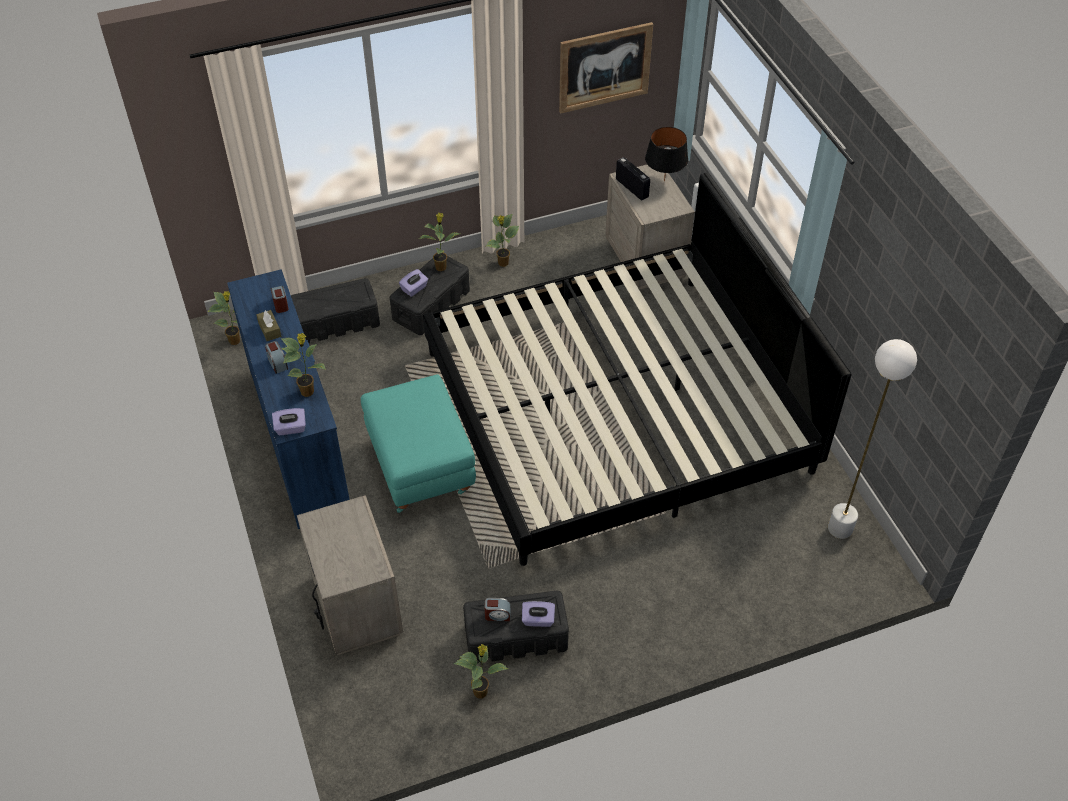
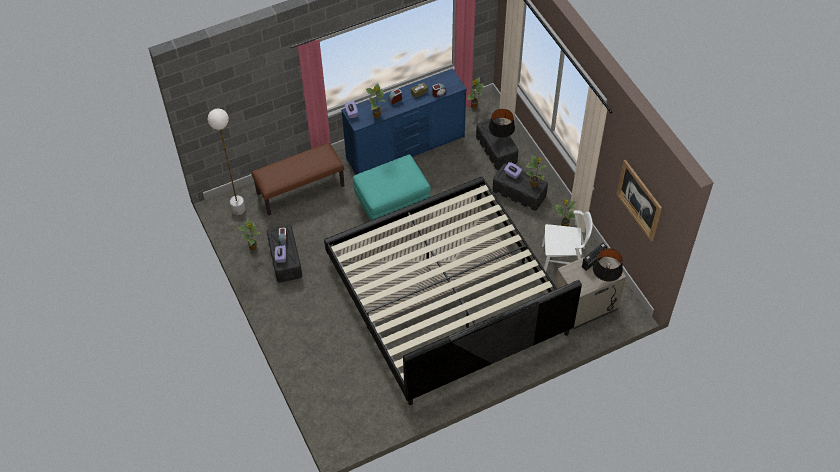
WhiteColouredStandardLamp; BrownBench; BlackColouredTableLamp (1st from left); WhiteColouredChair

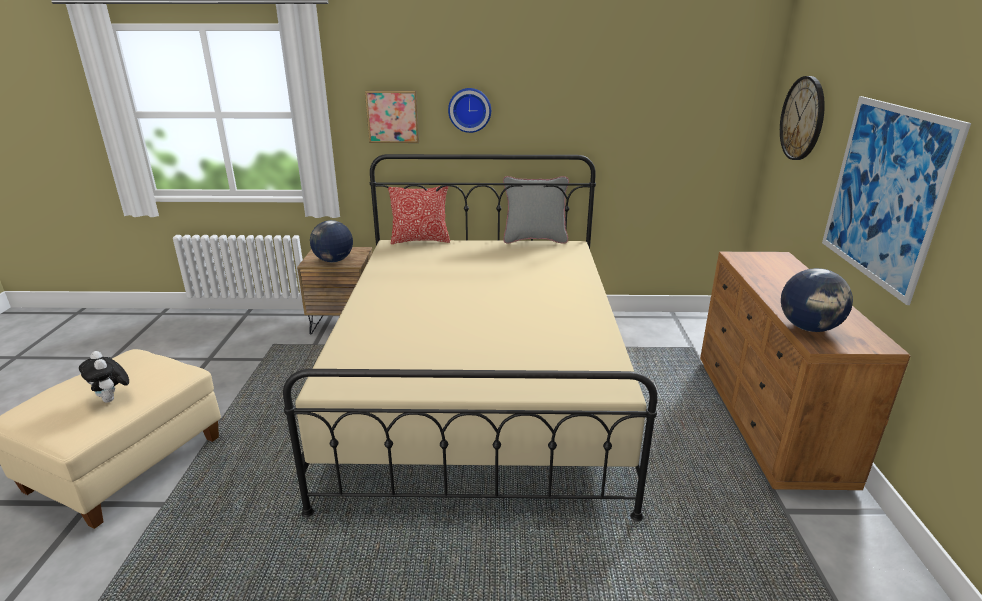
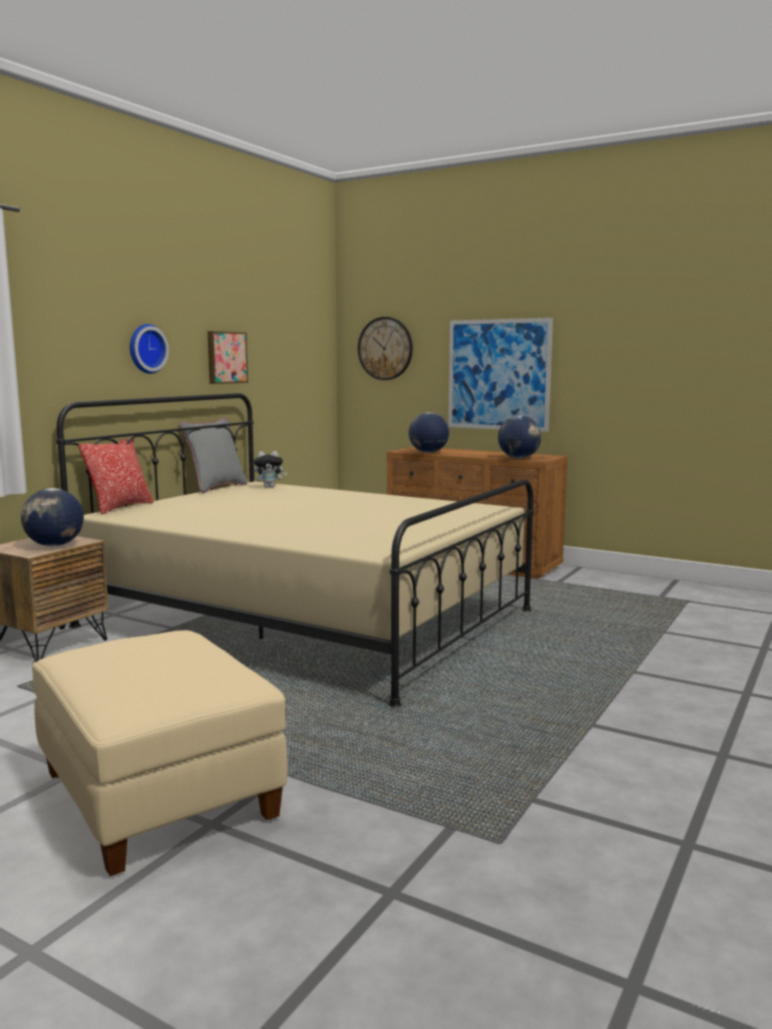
WallArt (1st from left); PlushToy; WorldGlobe (2nd from left)

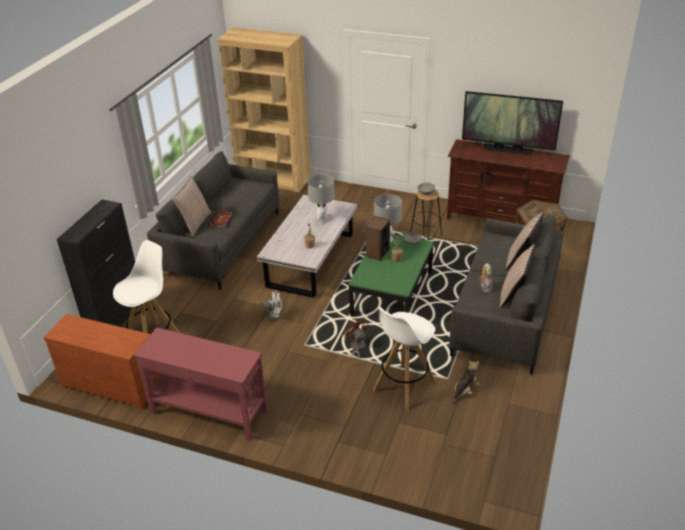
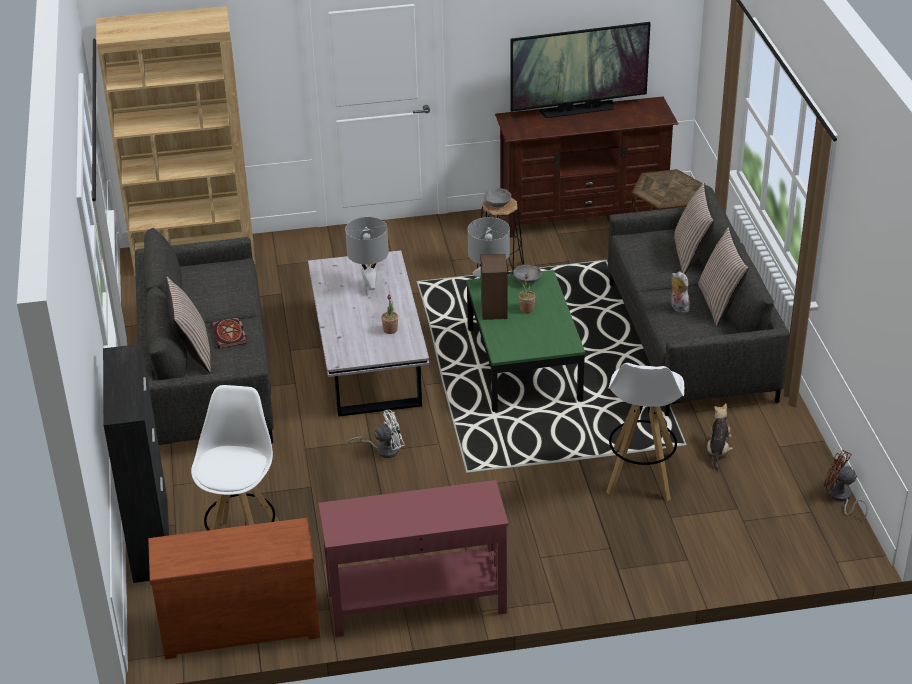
BrownElectricFan

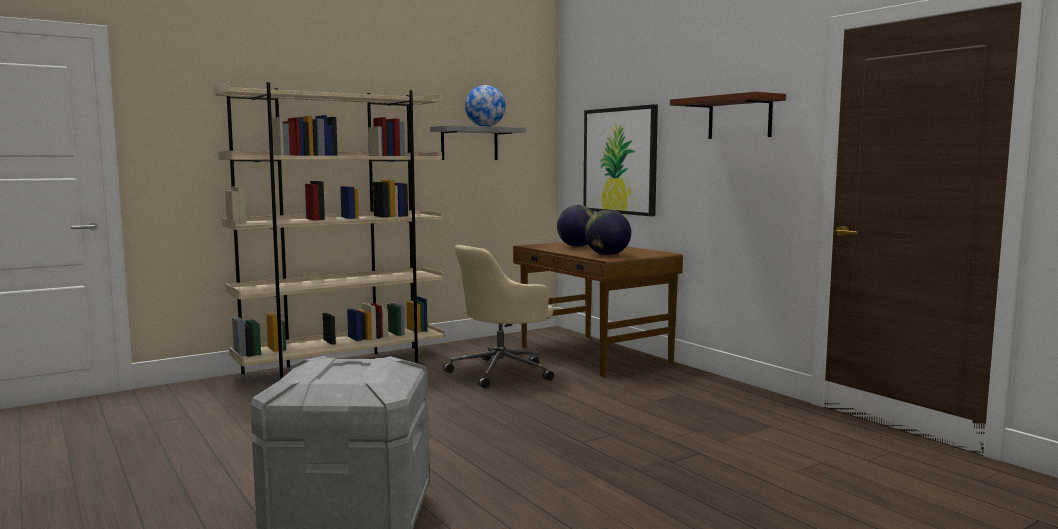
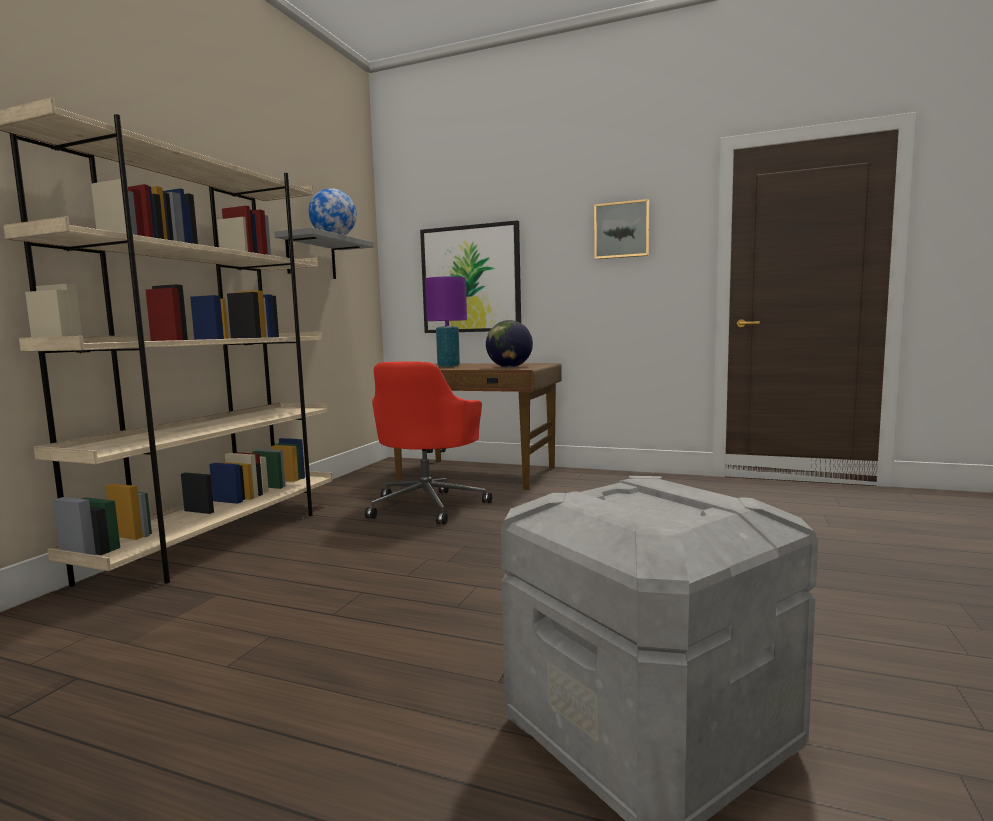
RedOfficeChair; PurpleTableLamp; WallArt (2nd from left)

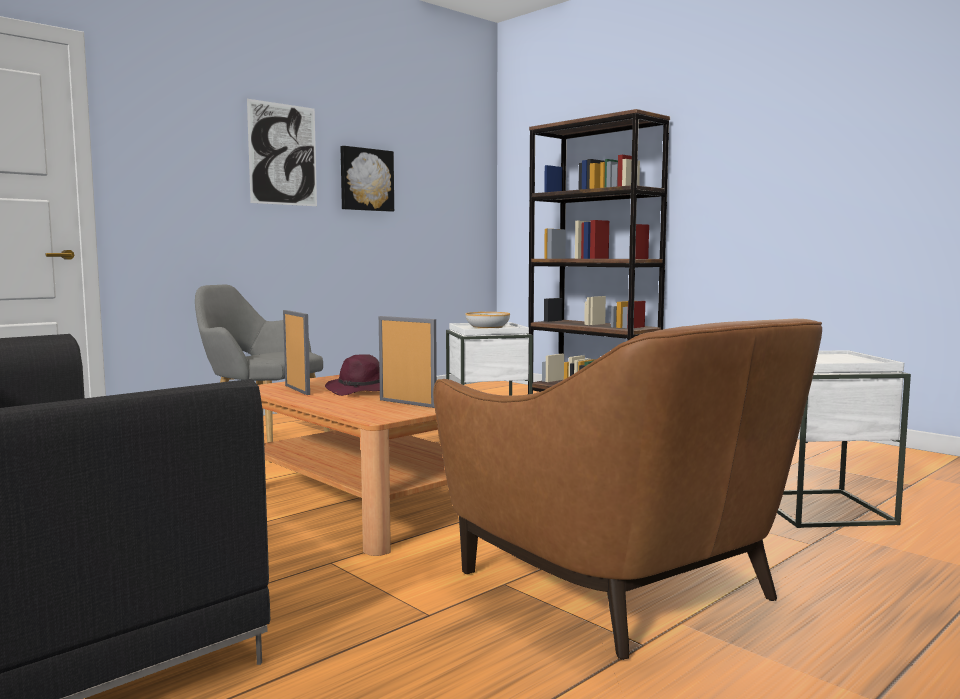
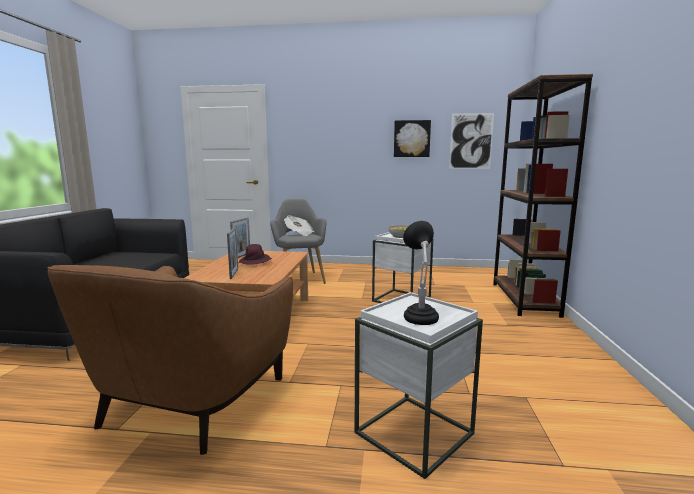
DailyPaper; BlackColouredTableLamp; WallArt (2nd from left)

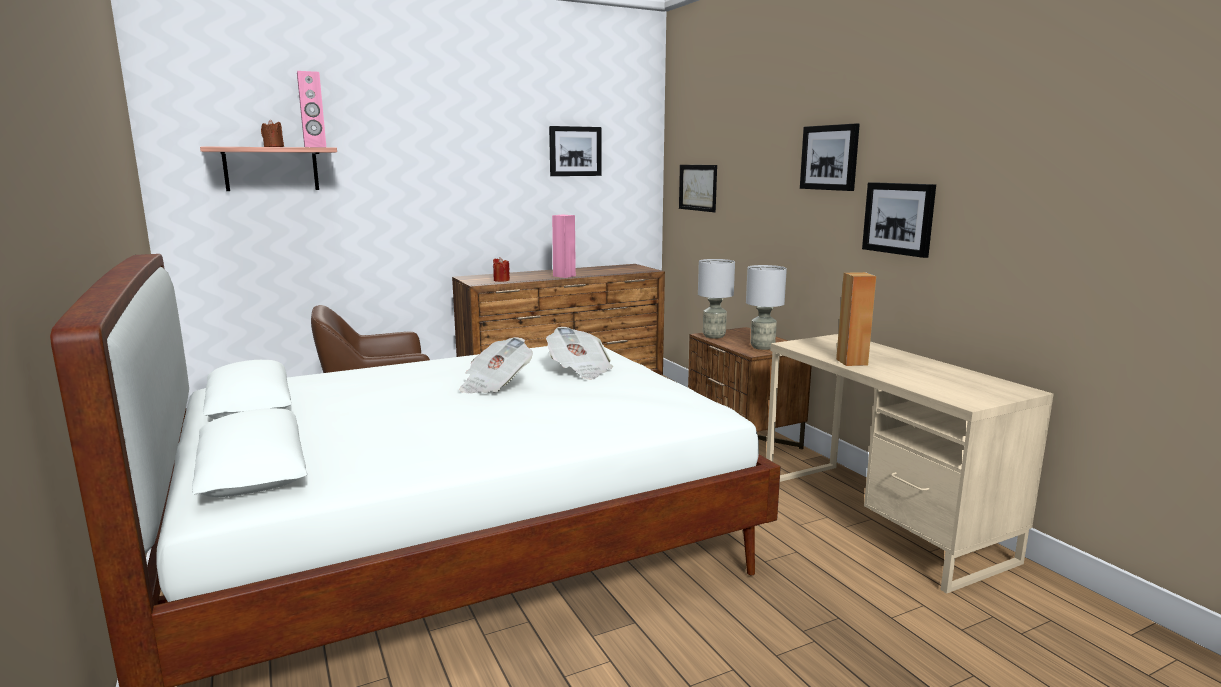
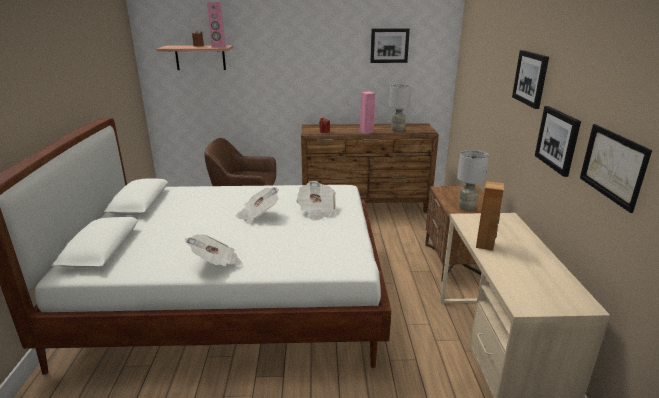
DailyPaper (1st from left); GrayTableLamp (1st from left); WallArt (4th from left)

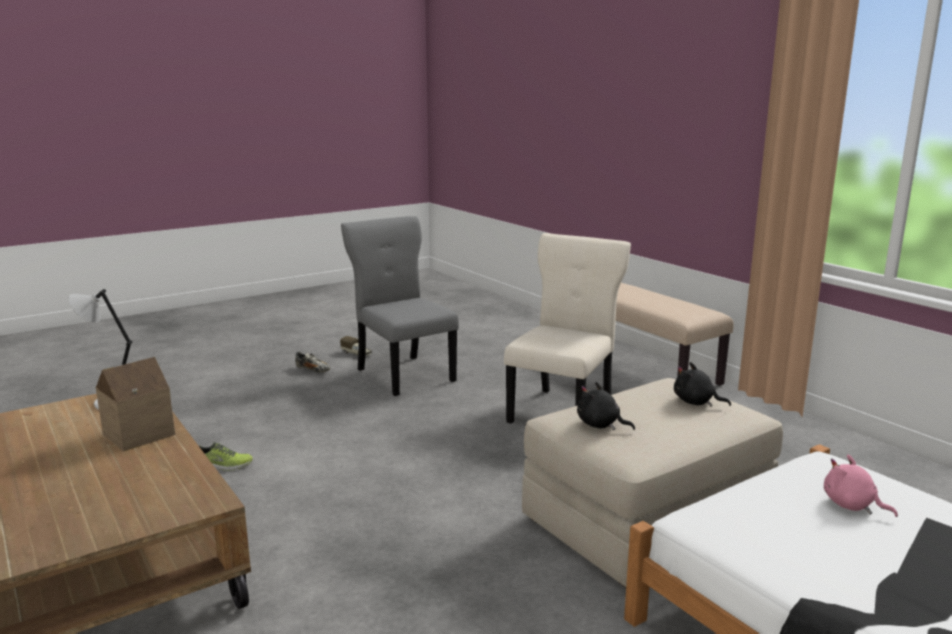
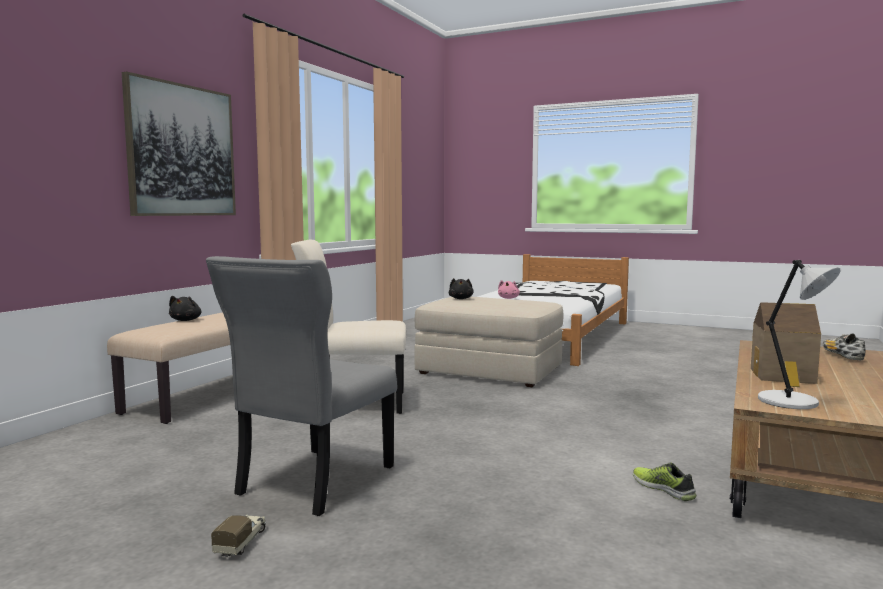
WallArt; BlackColouredPlushToy (1st from left); LowShoe (2nd from left)

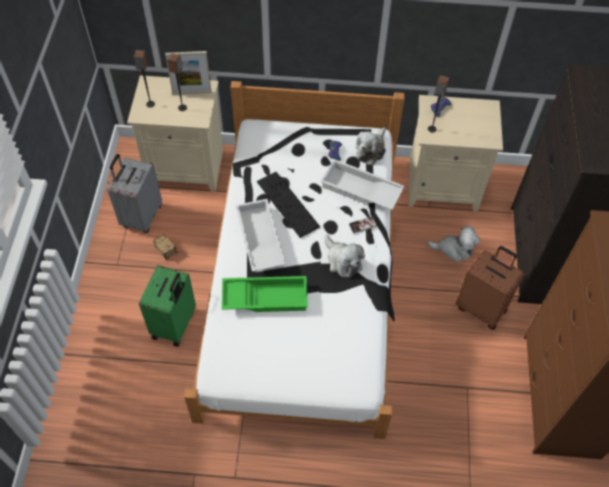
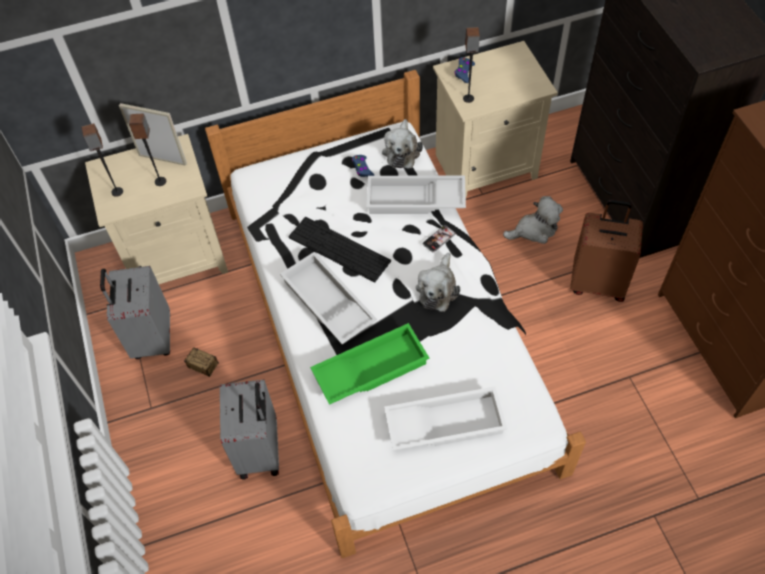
PhotoFrame; GrayTravelCase (2nd from left); WhiteColouredCarryingTray (3rd from left); PlushToy (2nd from left)

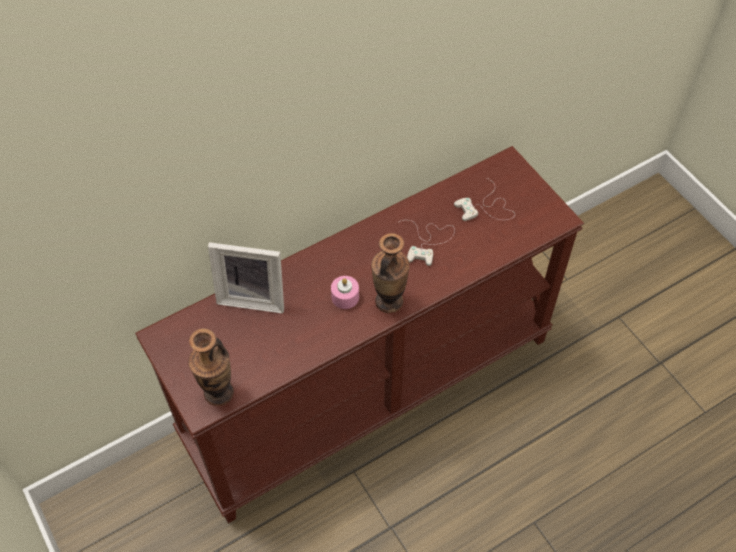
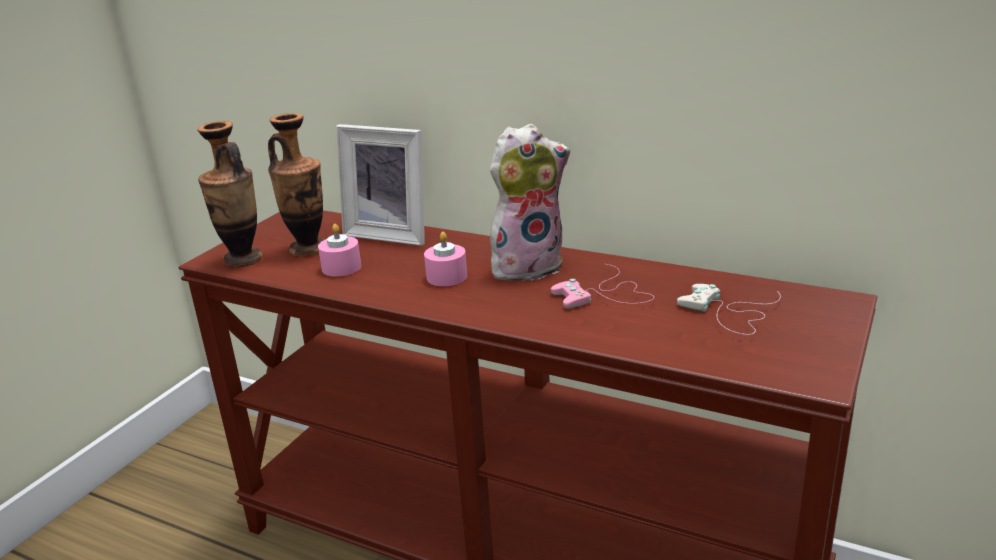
Vase (2nd from left); PinkishCandle (1st from left); PhotoFrame; PlushToy; PinkishGamepad

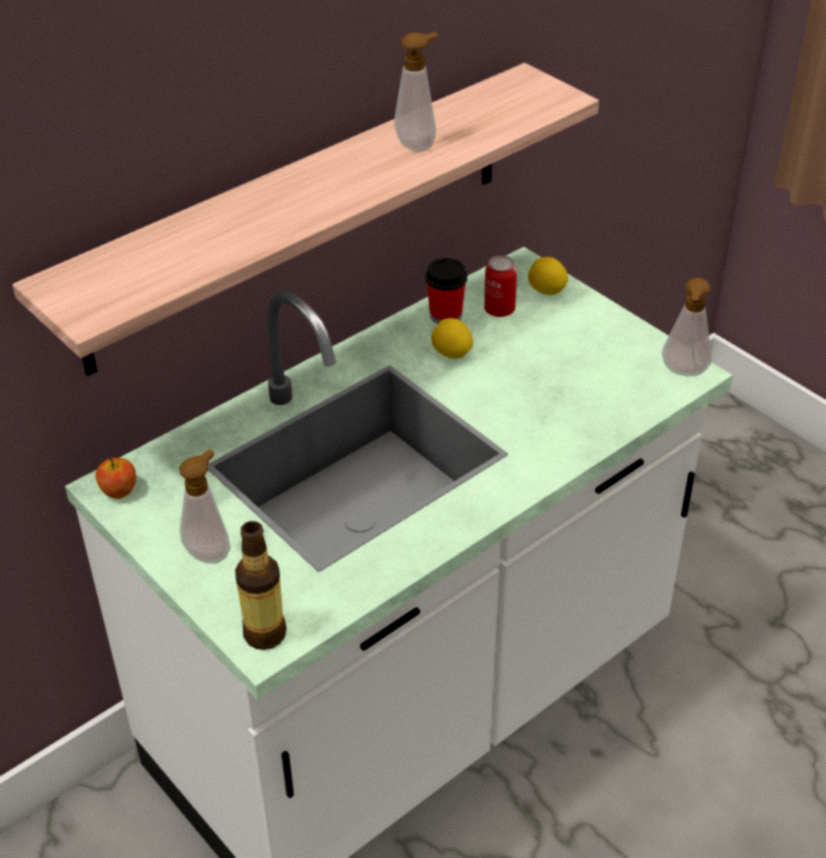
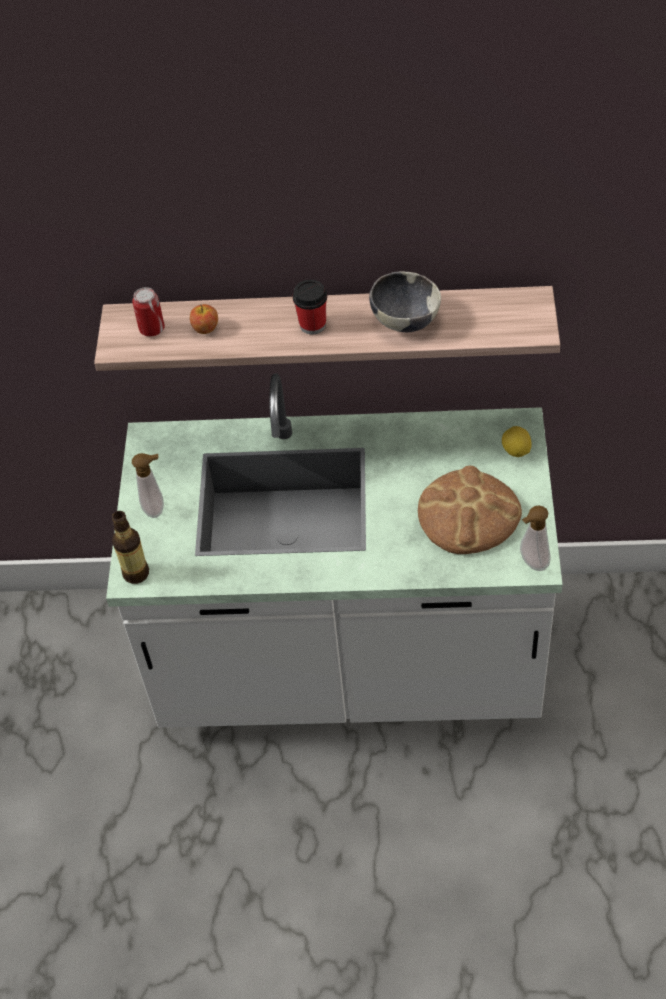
SealedCan; WholeApple; Cup; Bowl; BakeryBread; Lemon (1st from left in the first image)

